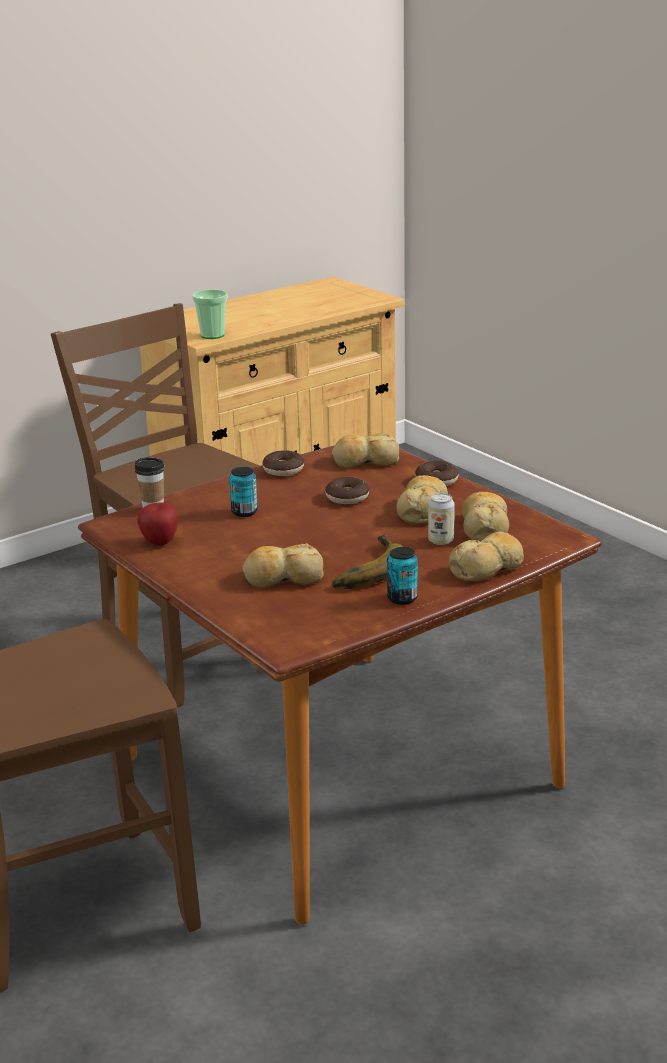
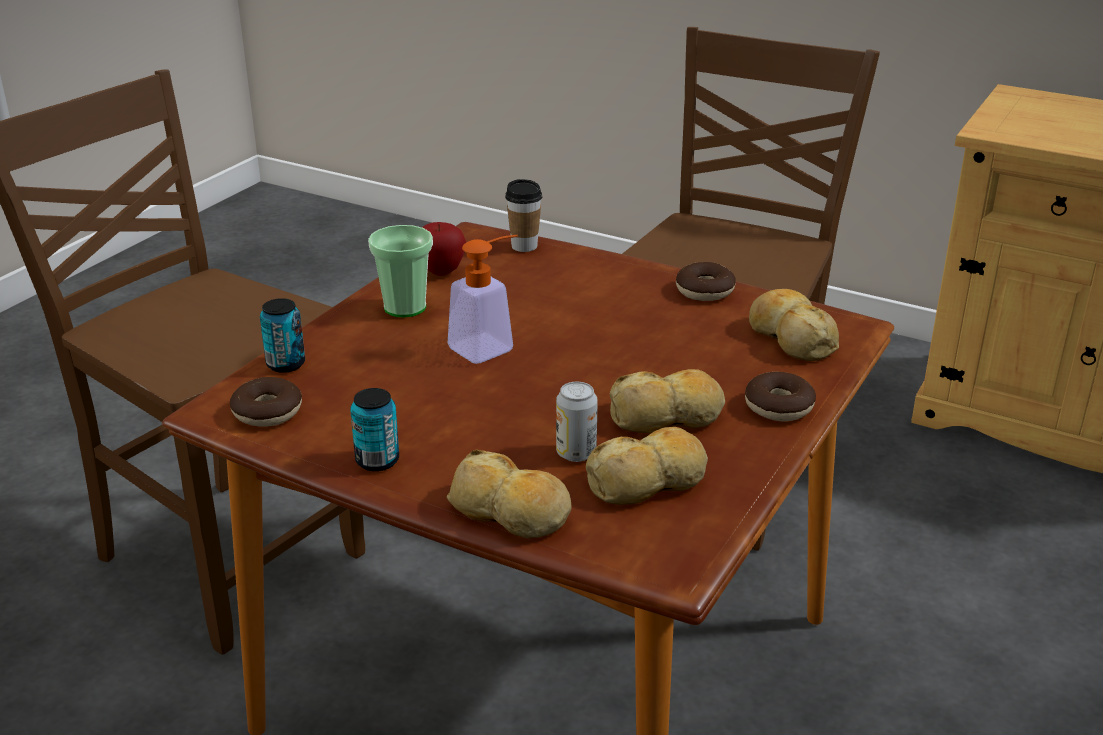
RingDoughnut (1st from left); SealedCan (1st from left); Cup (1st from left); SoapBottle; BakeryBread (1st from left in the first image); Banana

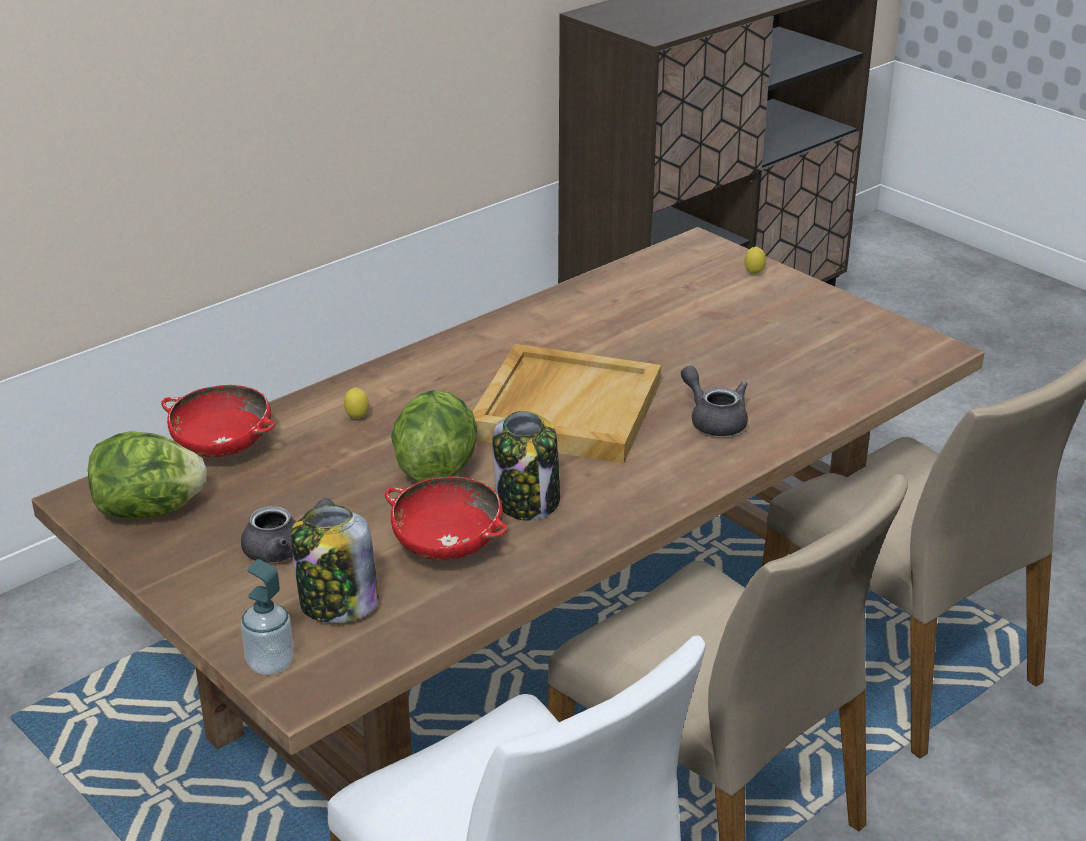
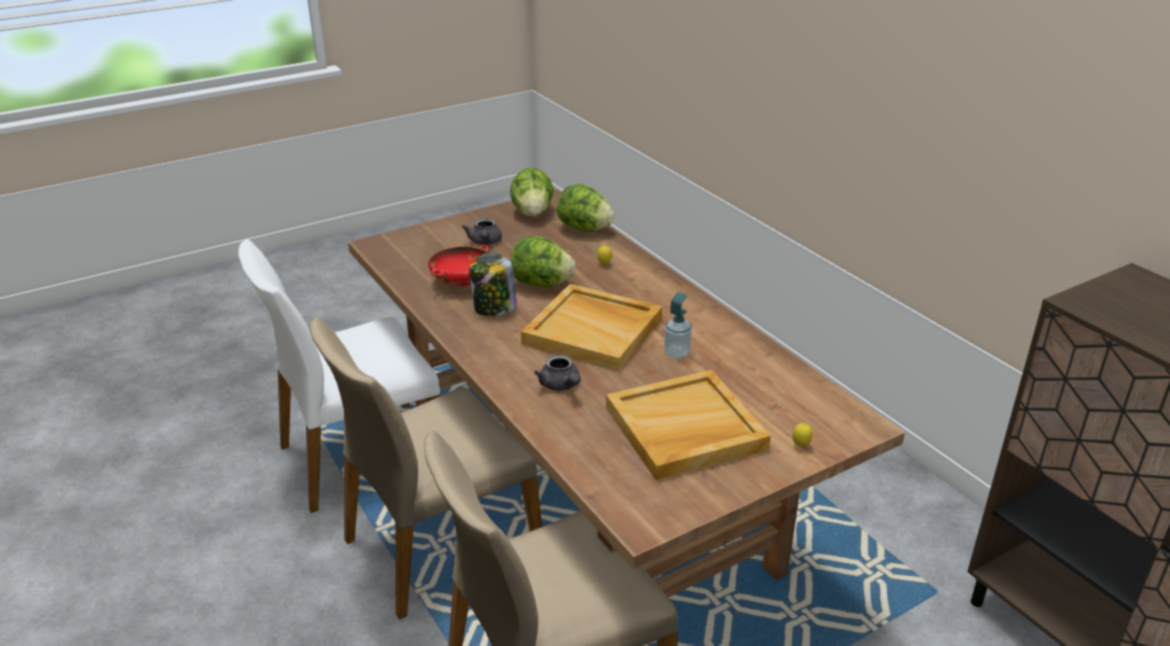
GrayTeapot (2nd from left); LettuceHead (3rd from left); BeigeCarryingTray (2nd from left); SoapBottle; StorageJar (1st from left in the first image)

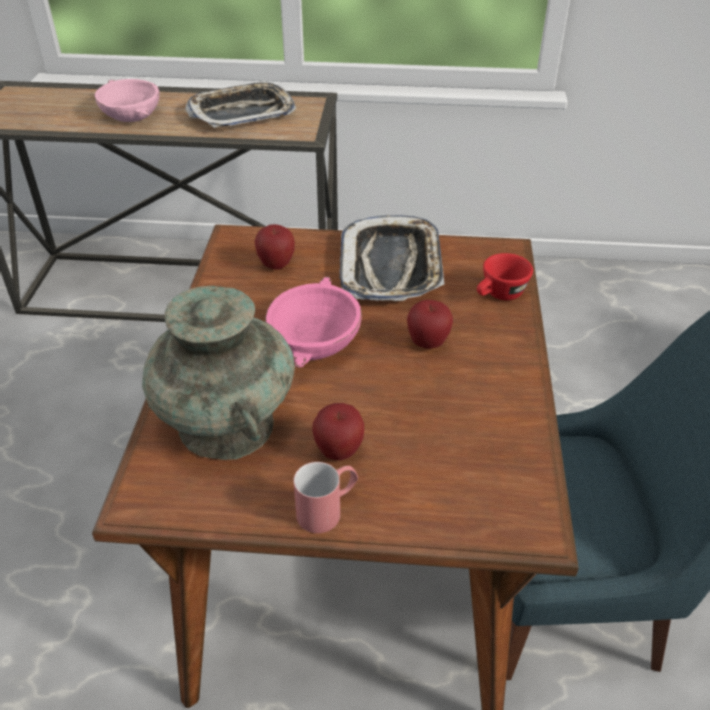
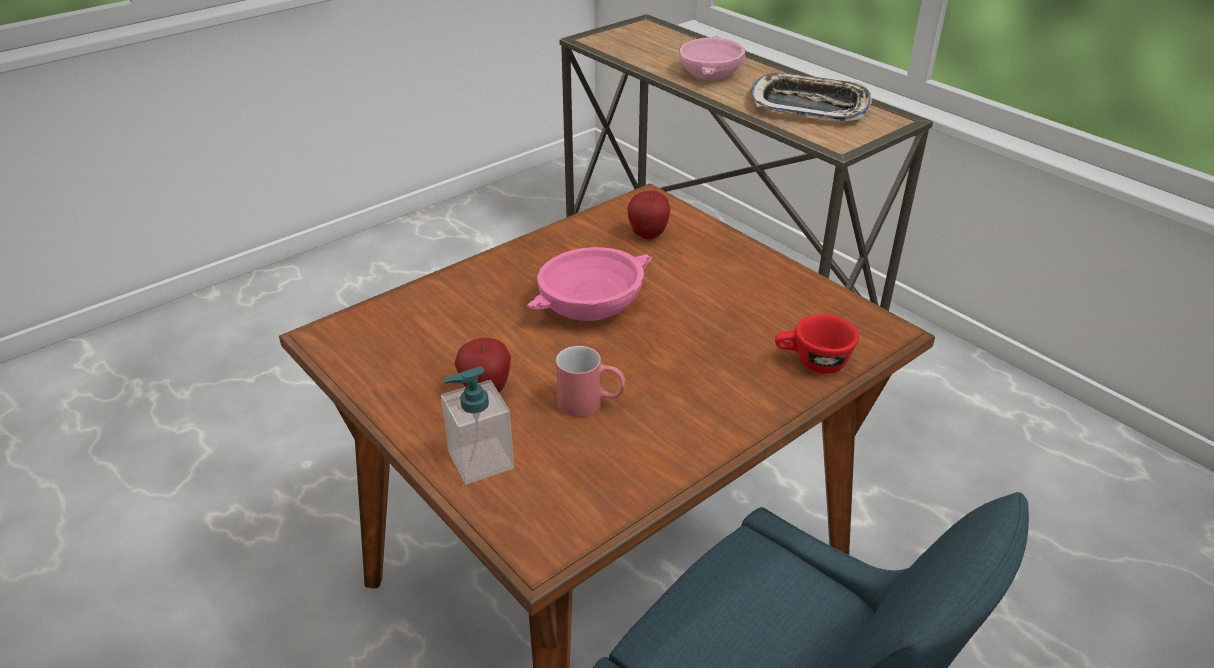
SoapBottle; RedCoffeeMug; BlueGreenVase; CarryingTray (2nd from left in the first image); WholeApple (3rd from left in the first image)

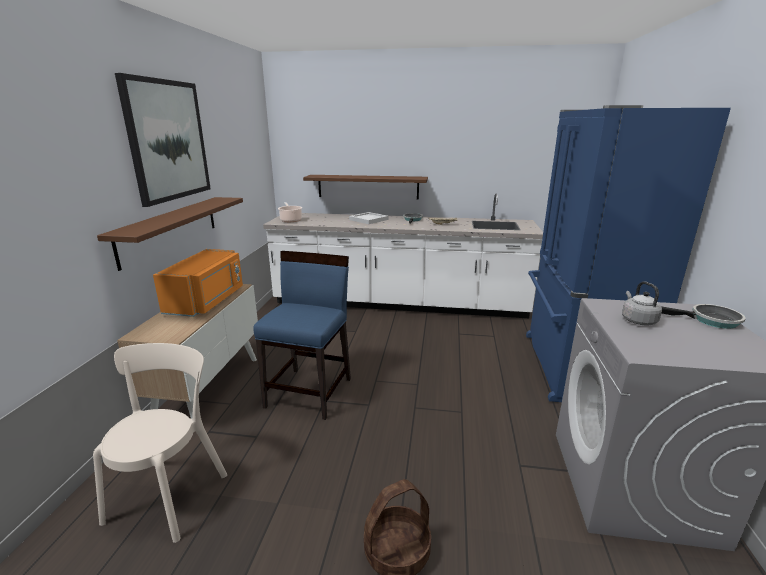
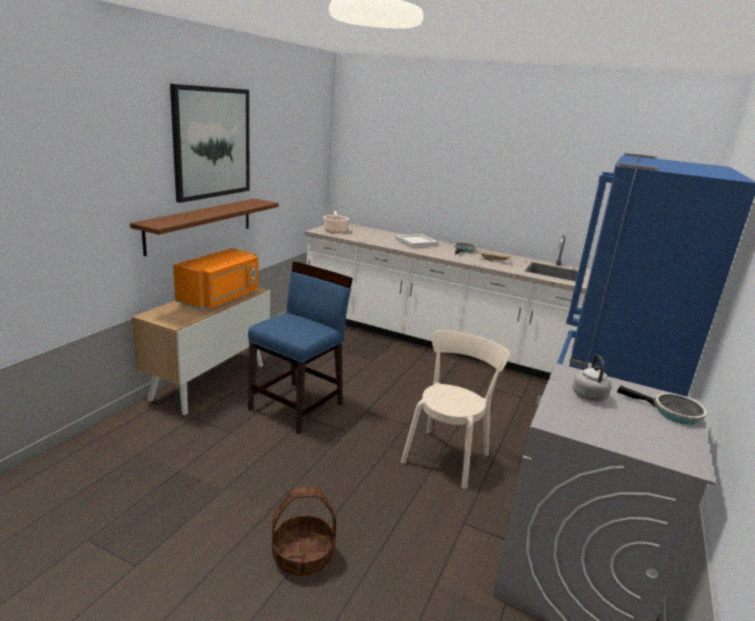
BeigeChair; BrownWallShelf (2nd from left in the first image)

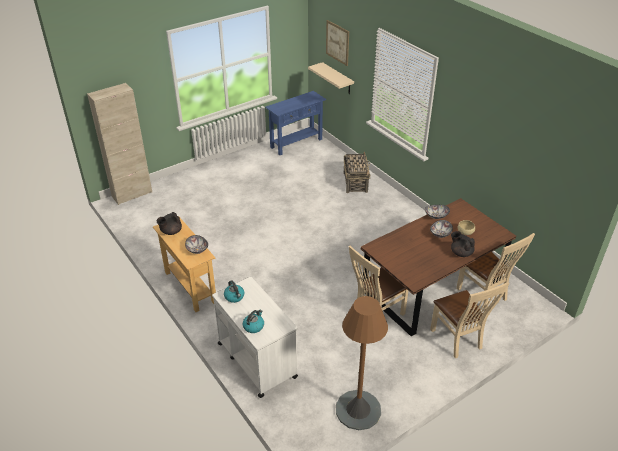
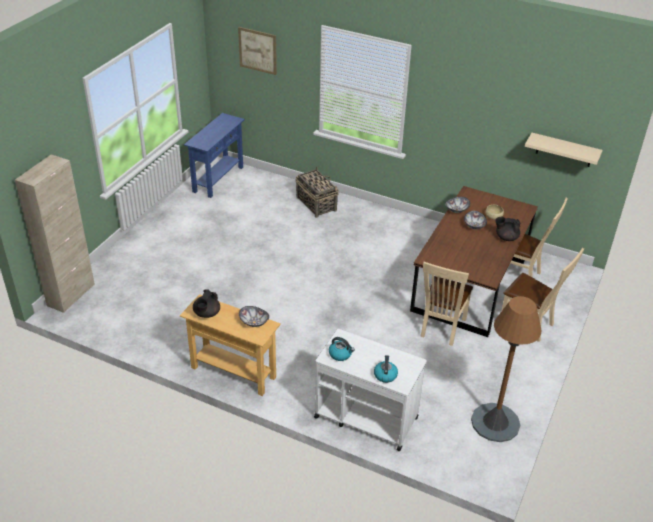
BeigeWallShelf

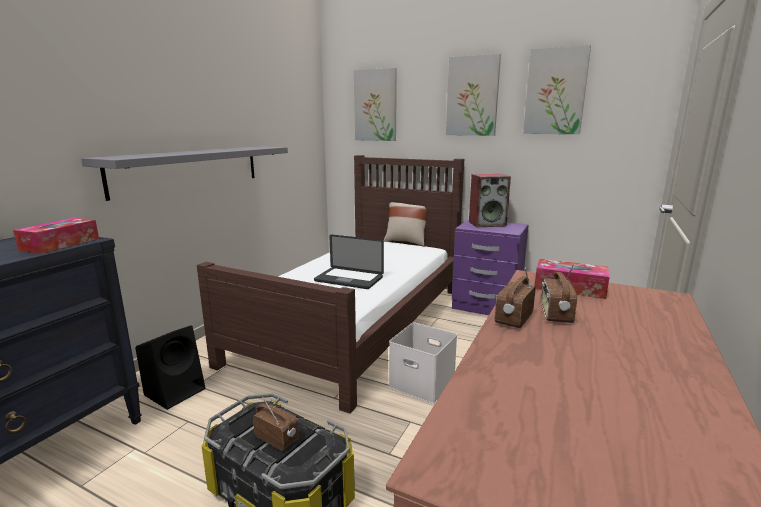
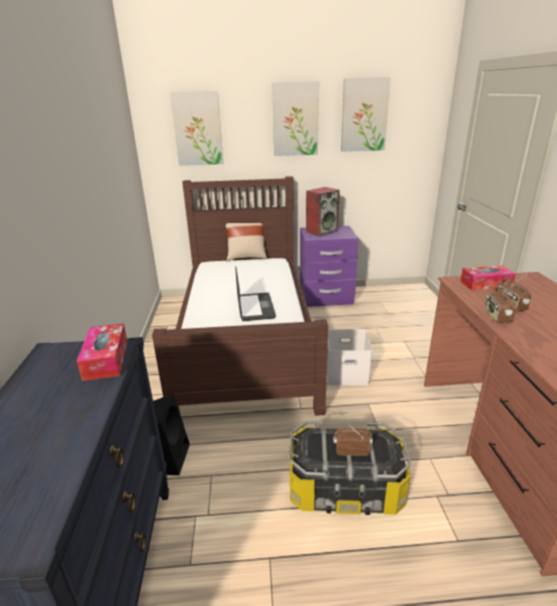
NotebookComputer; GrayWallShelf

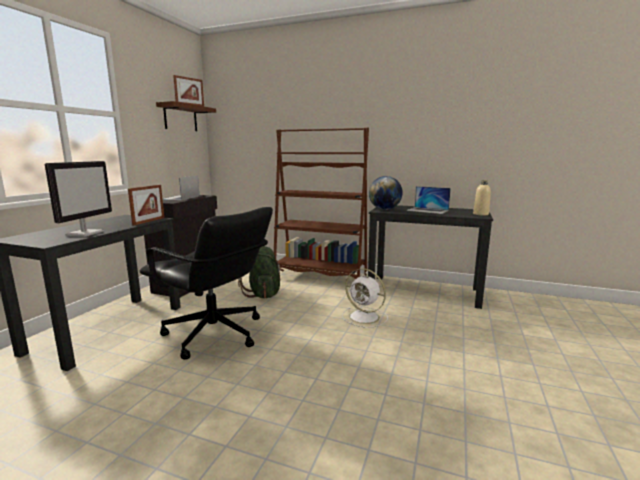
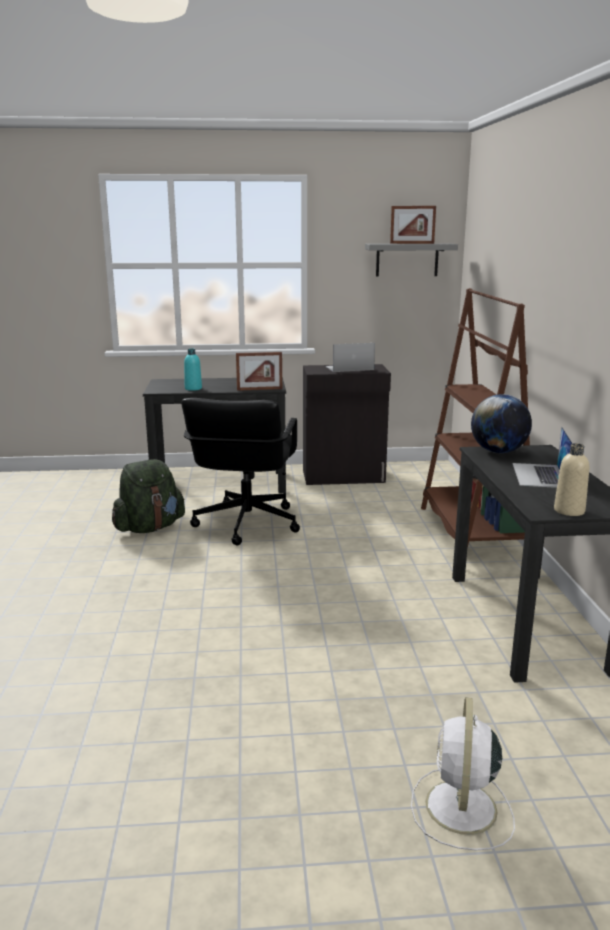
GreenColouredRucksack; BlueGreenBeverageBottle; GrayWallShelf; WhiteColouredElectricFan

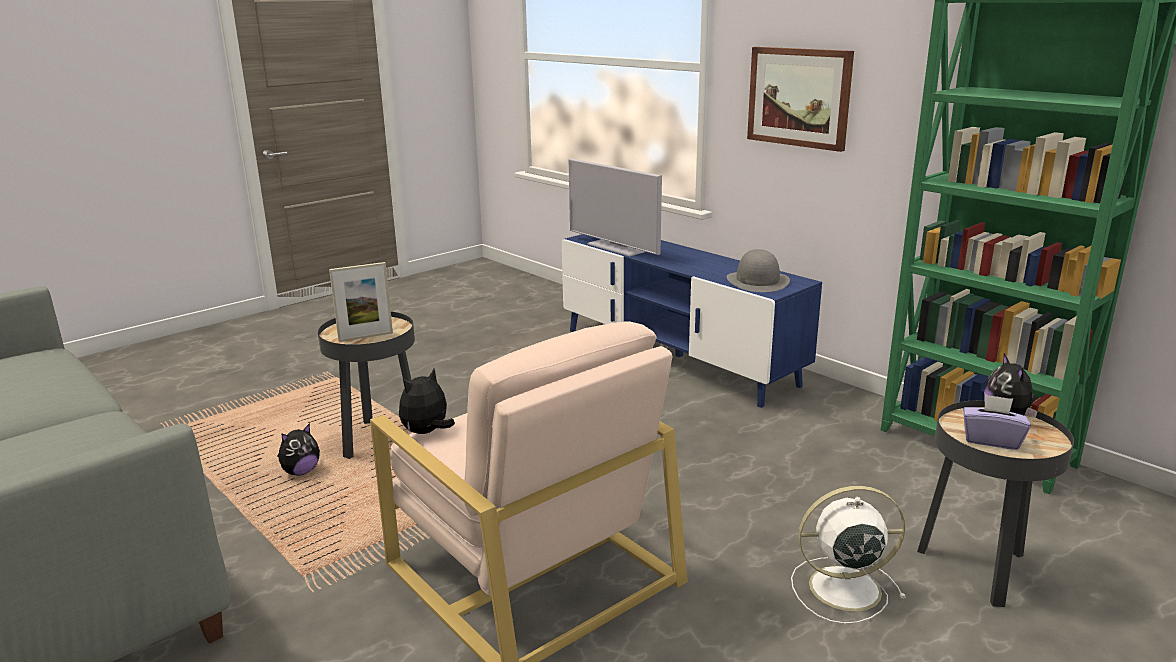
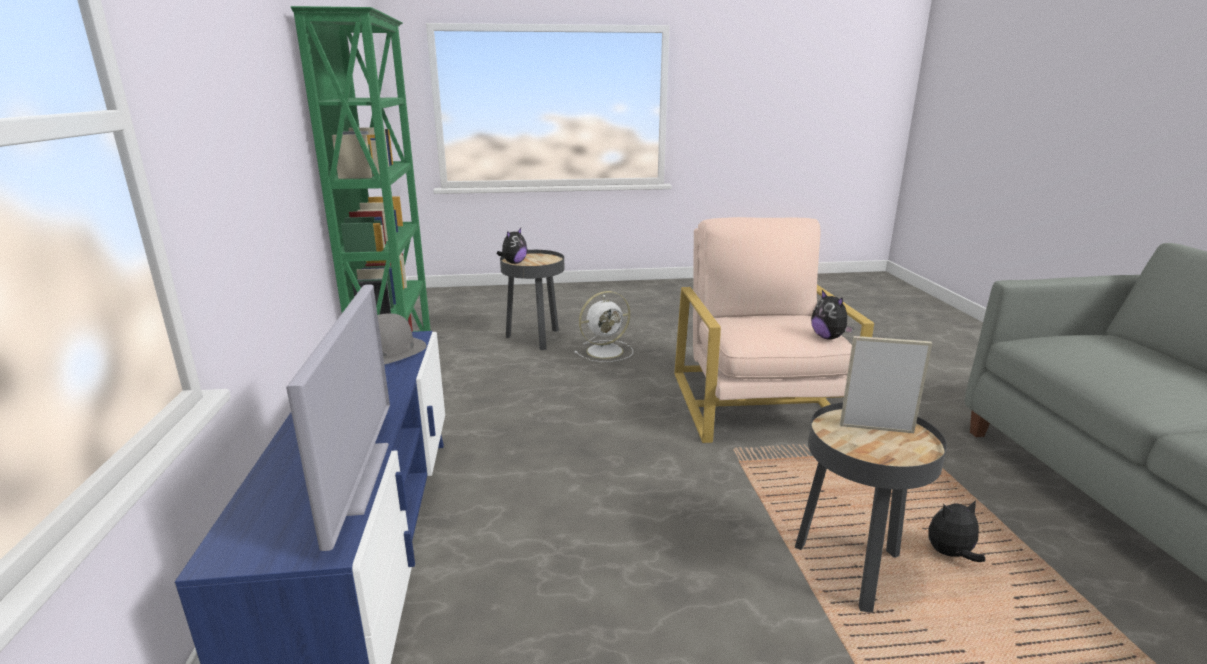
WhiteColouredElectricFan; PlushToy (2nd from left); WallArt; PurpleBoxOfTissues

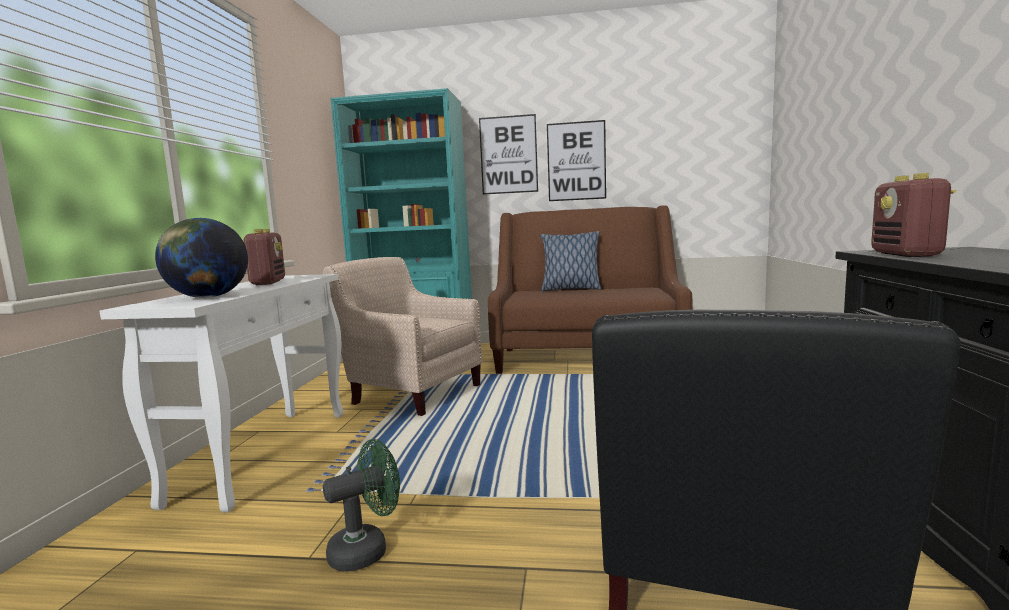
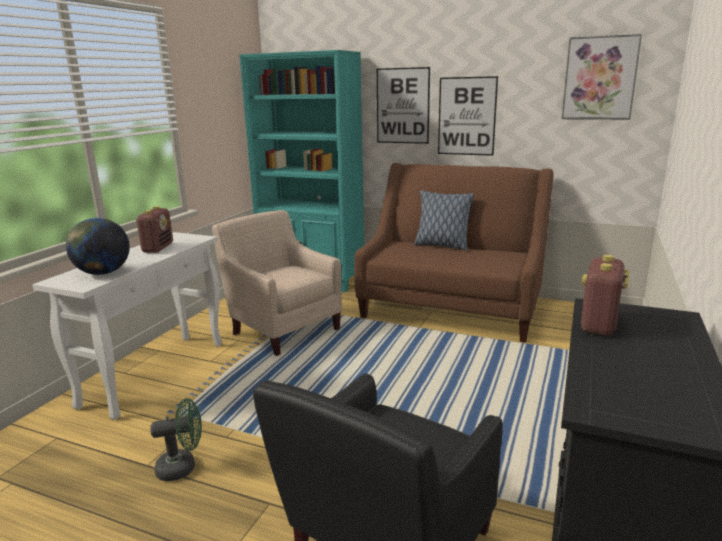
WallArt (3rd from left)

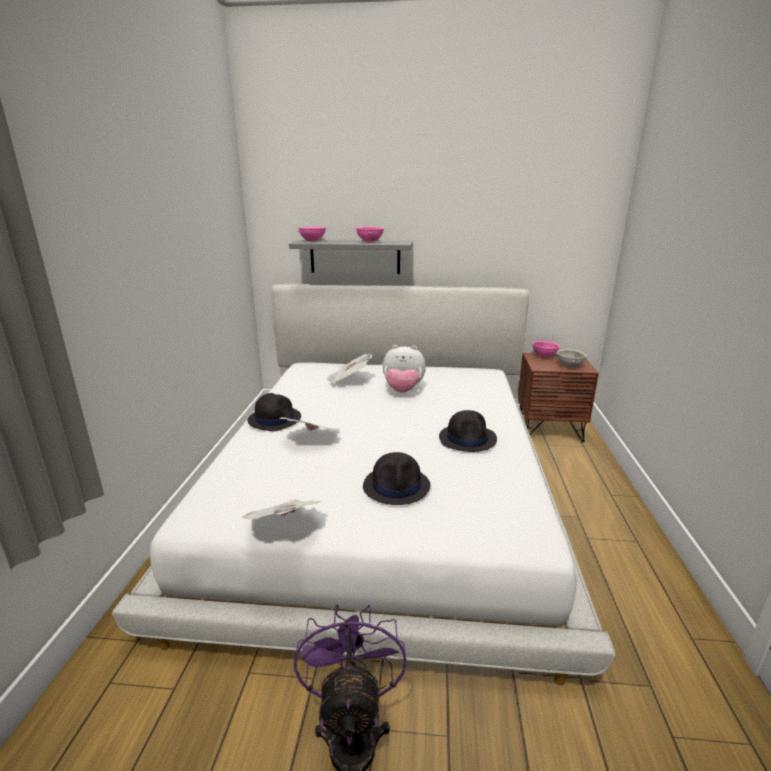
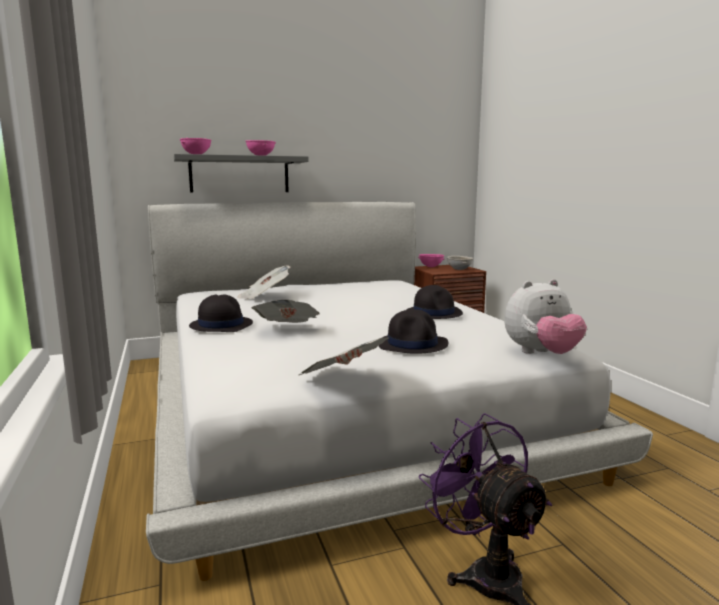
PlushToy

